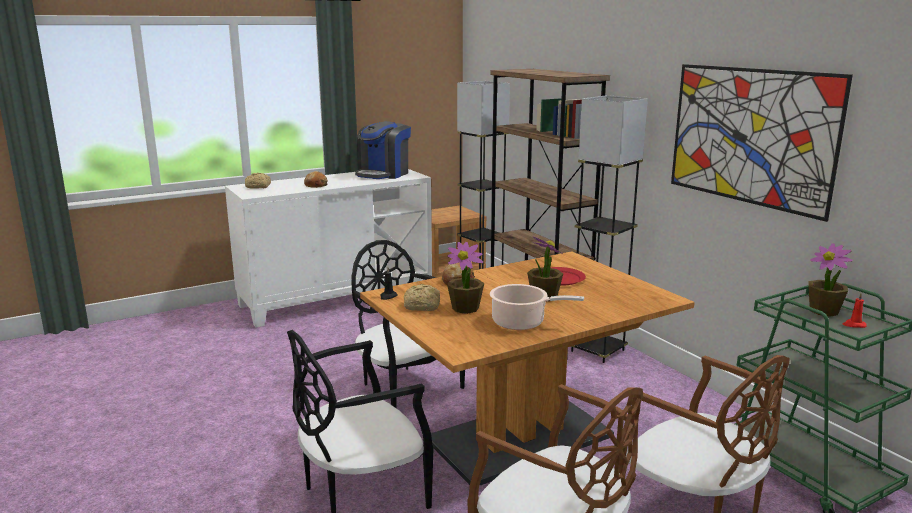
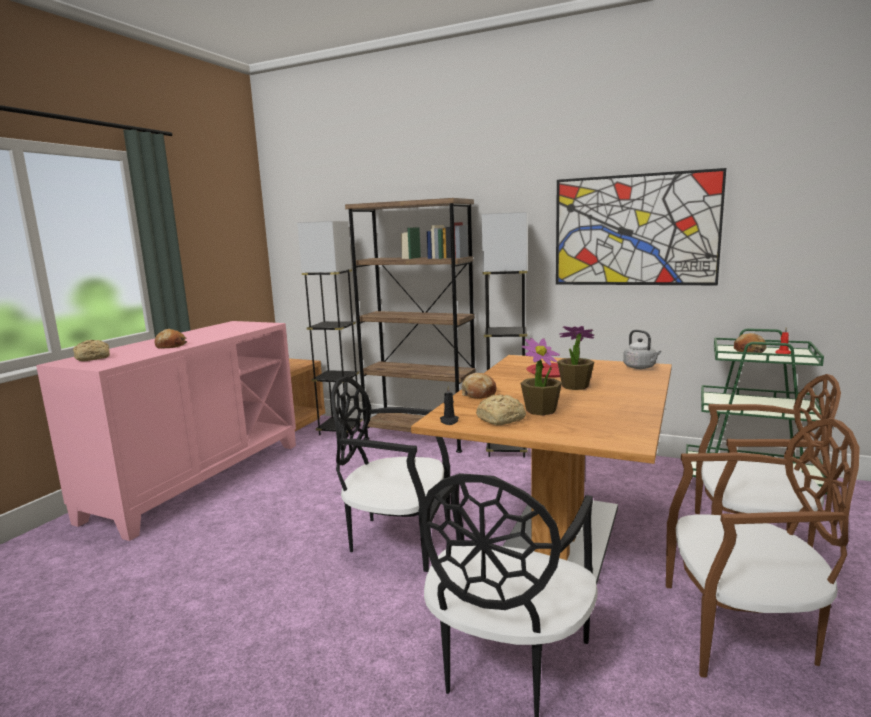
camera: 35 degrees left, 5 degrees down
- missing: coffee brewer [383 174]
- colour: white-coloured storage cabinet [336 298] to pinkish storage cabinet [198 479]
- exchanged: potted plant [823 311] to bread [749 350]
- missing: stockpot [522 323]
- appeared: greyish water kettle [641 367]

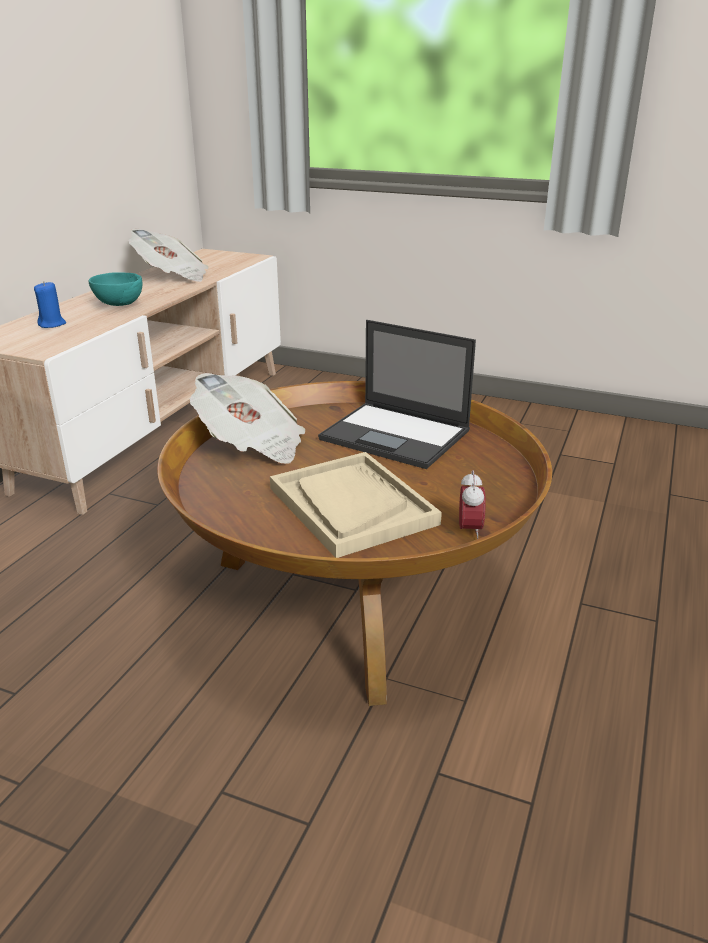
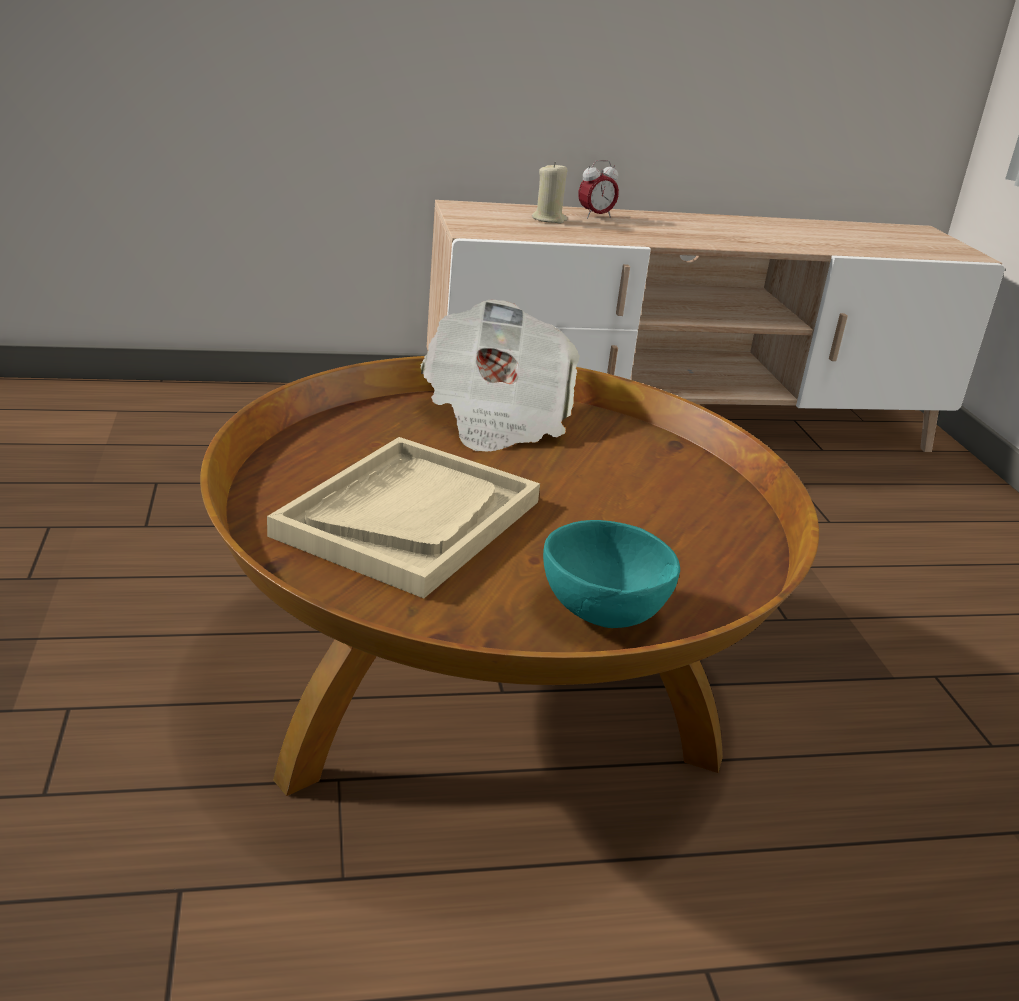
camera: 55 degrees right, 0 degrees up
- missing: printed paper [172 276]
- relocated: turquoise bowl [119 305] to [602 614]
- colour: bluish wax light [52 324] to beige-coloured wax light [549 219]
- missing: laptop [396 435]
- relocated: alarm clock [469 530] to [595 216]

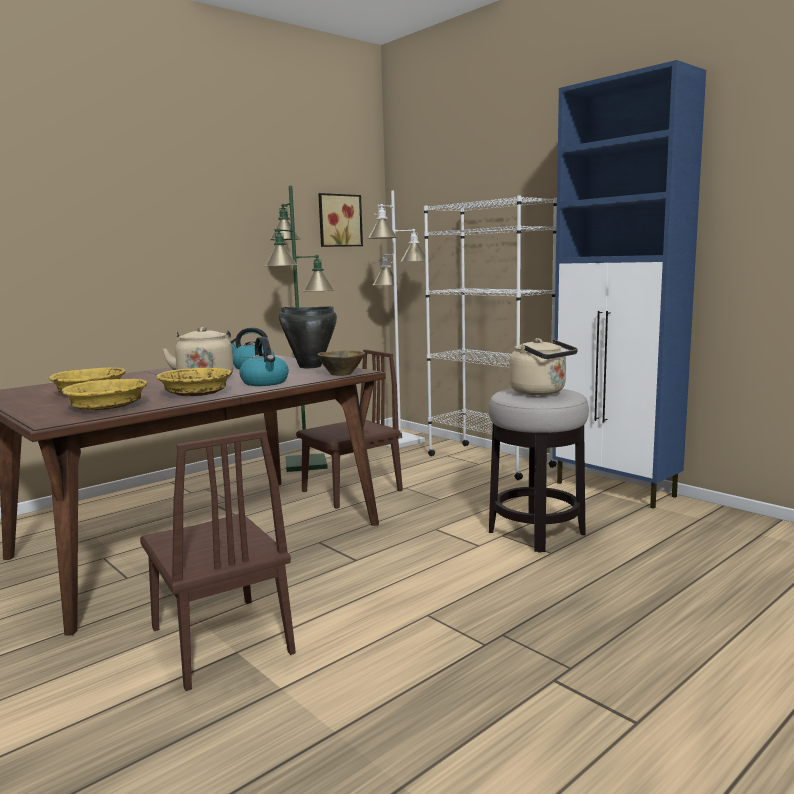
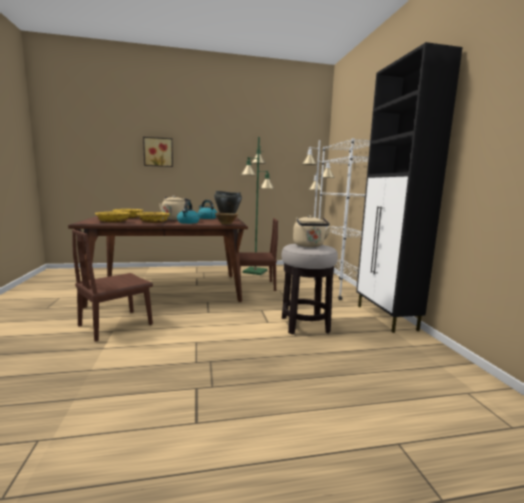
camera: 30 degrees right, 0 degrees up
- colour: bluish storage cabinet [616 490] to blackish storage cabinet [386 318]
- relocated: picture [338 220] to [158 152]
- spun: brownish chair [221 640] = [116 325] 45 degrees clockwise

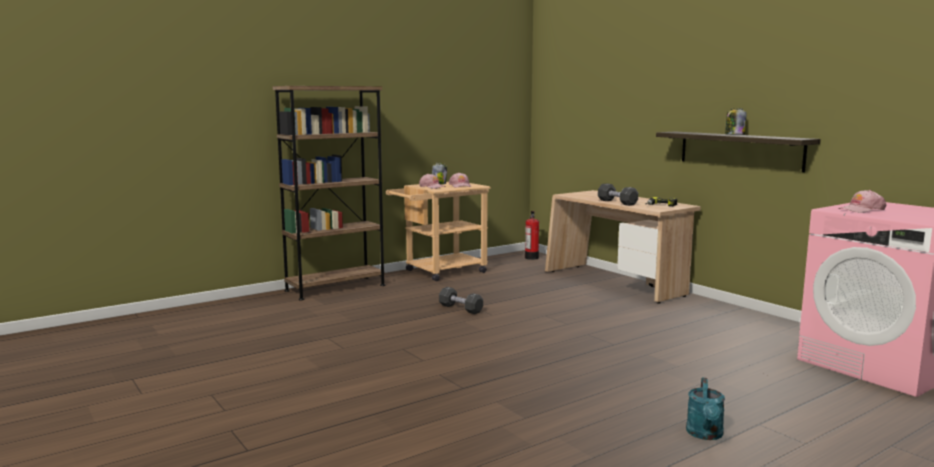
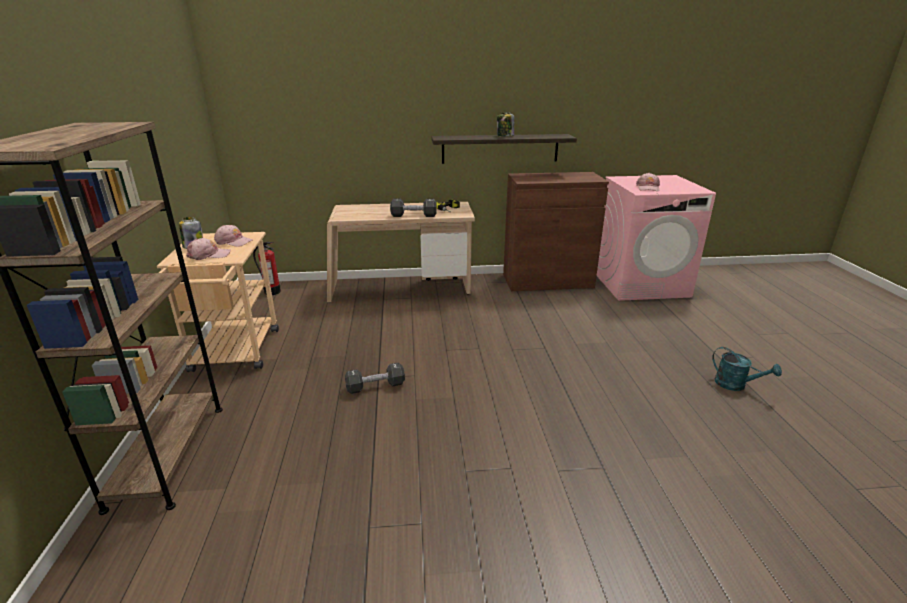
camera: 60 degrees left, 15 degrees up
- appeared: brownish storage cabinet [547 281]

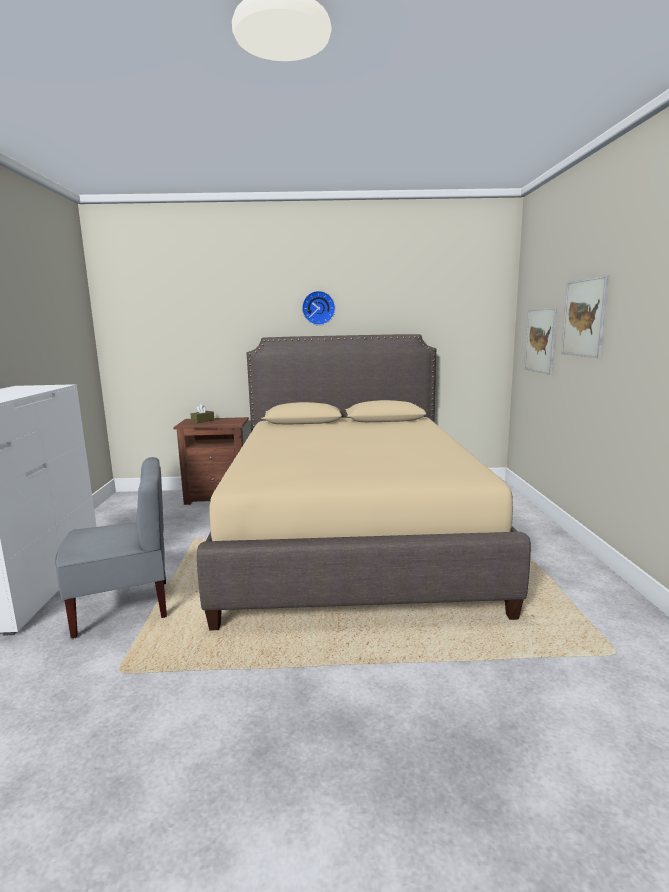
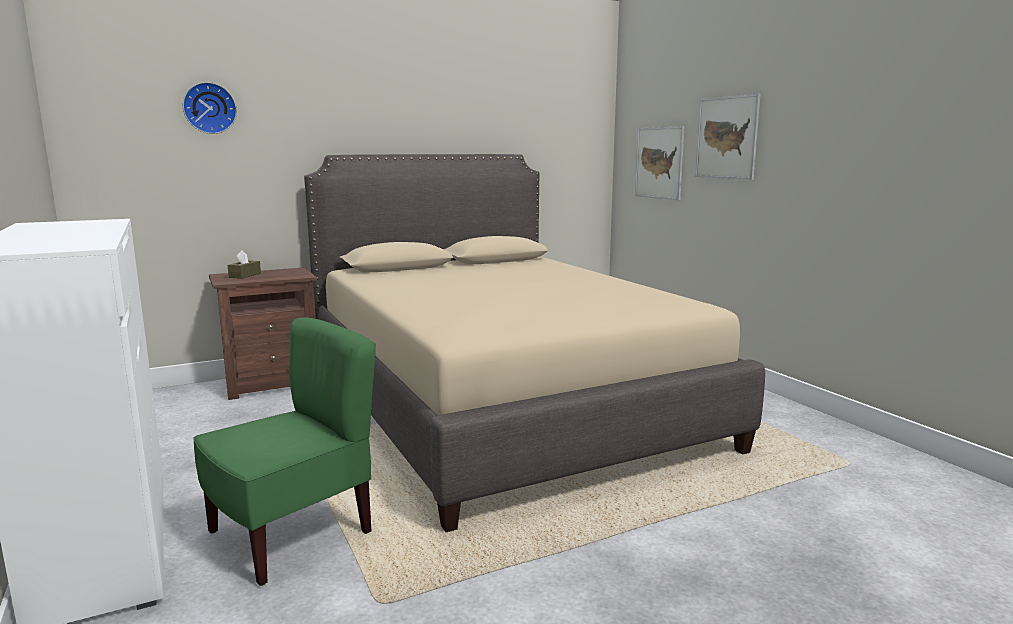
camera: 25 degrees left, 0 degrees up
- relocated: hanging clock [318 308] to [209 108]
- colour: greyish chair [124 607] to green-coloured chair [292 534]

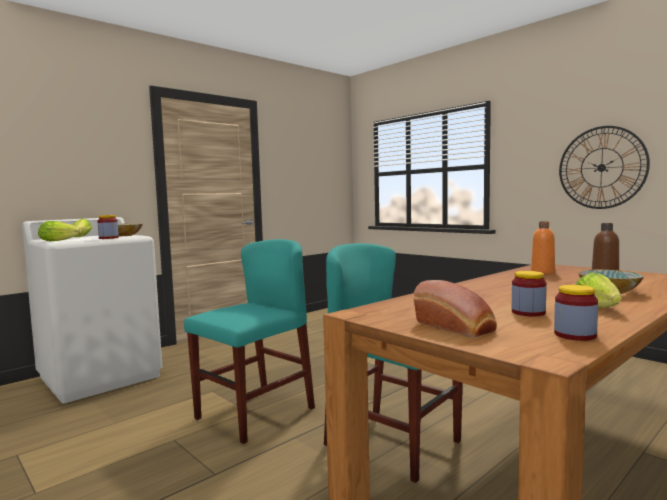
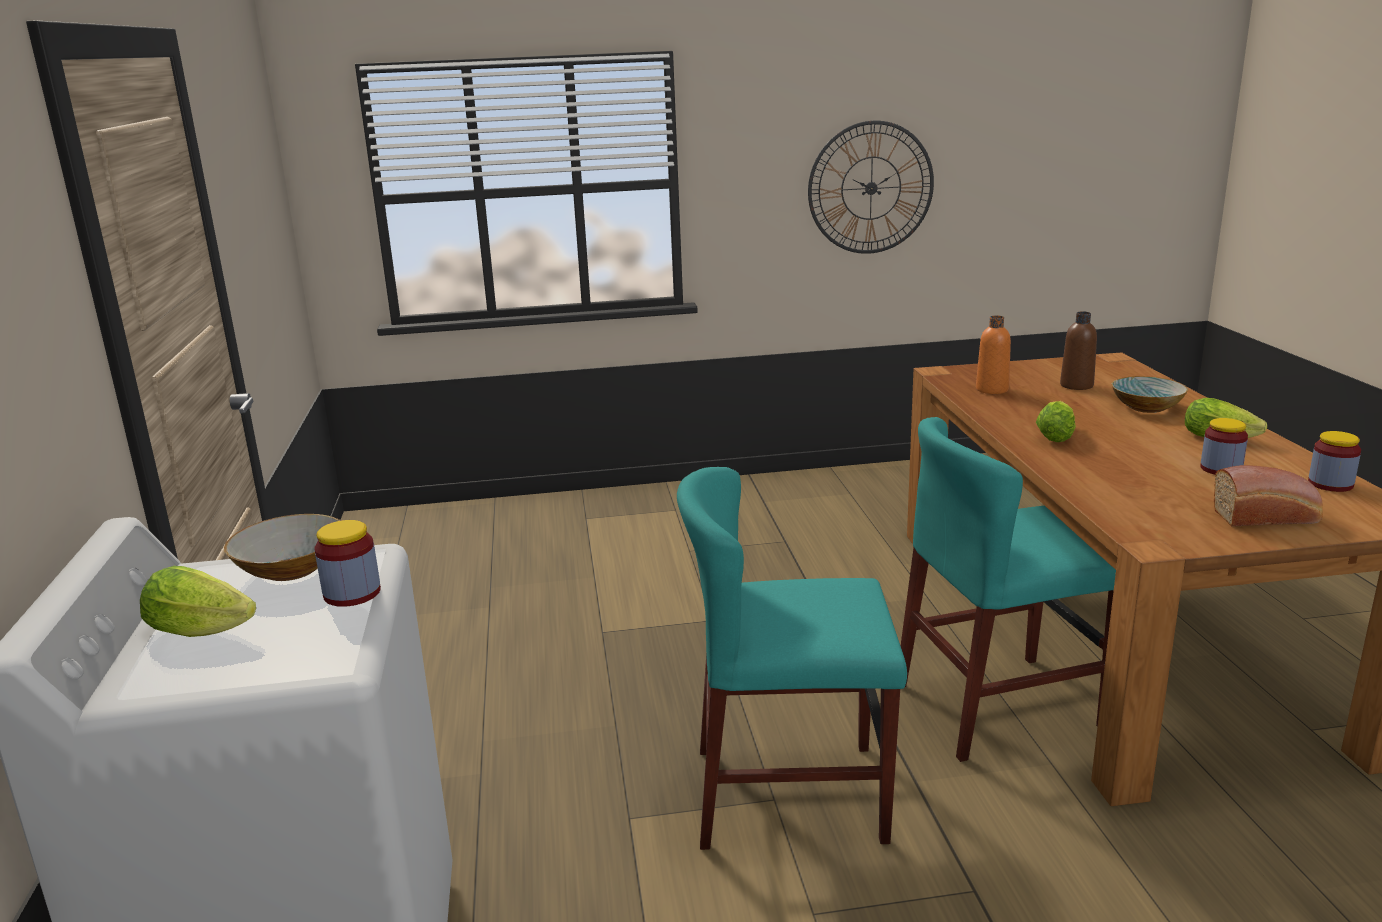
camera: 55 degrees left, 15 degrees up
- relocated: lettuce head [61 240] to [1057 435]
- spun: turquoise chair [255 413] = [789 794] 75 degrees counterclockwise

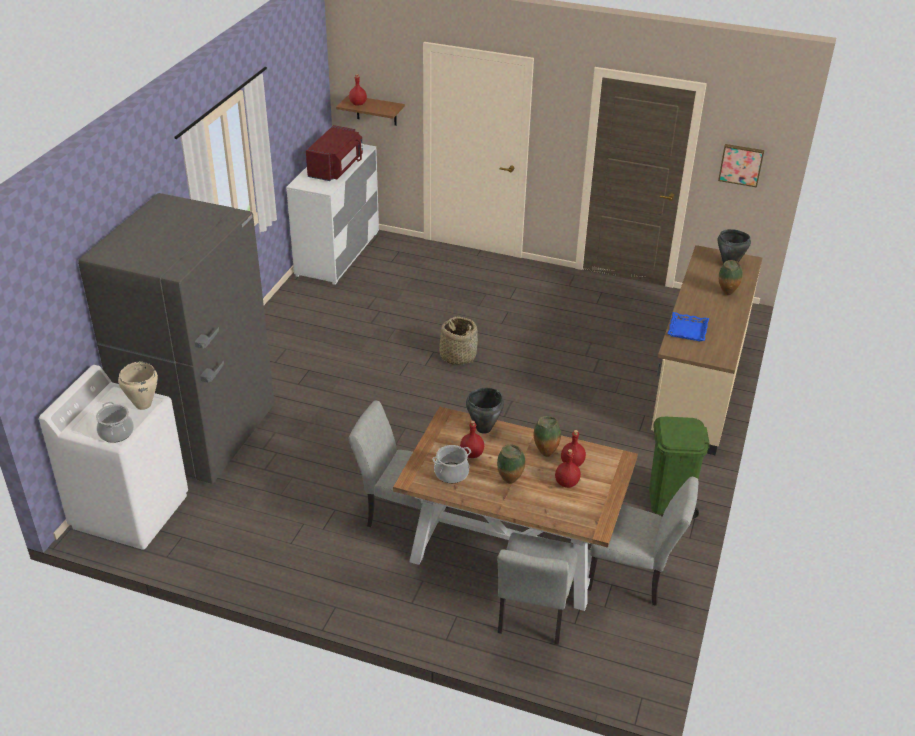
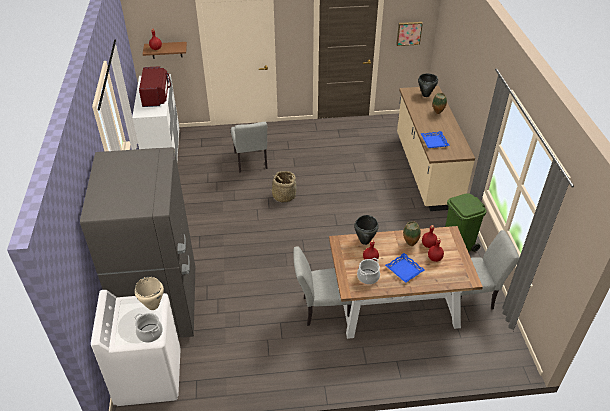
camera: 25 degrees left, 5 degrees up
- exchanged: vase [510 482] to bluish carrying tray [404 270]
- relocated: greyish chair [532 617] to [251 162]

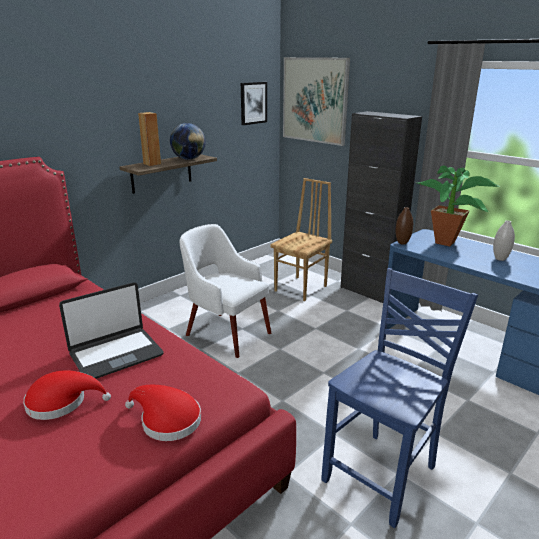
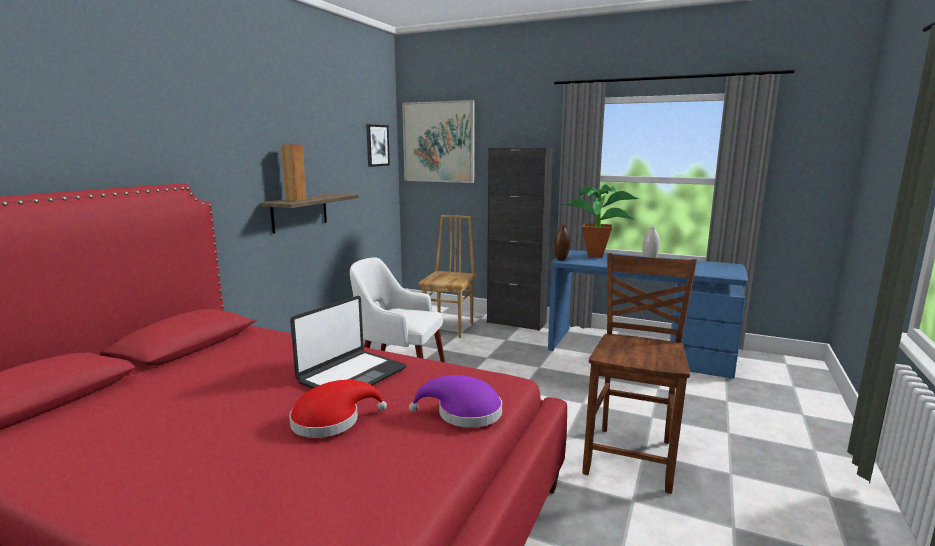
camera: 20 degrees left, 10 degrees down
- missing: globe [188 159]
- colour: bluish chair [383 474] to brownish chair [632 456]
- colour: reddish hat [167 420] to purple-coloured hat [464 413]

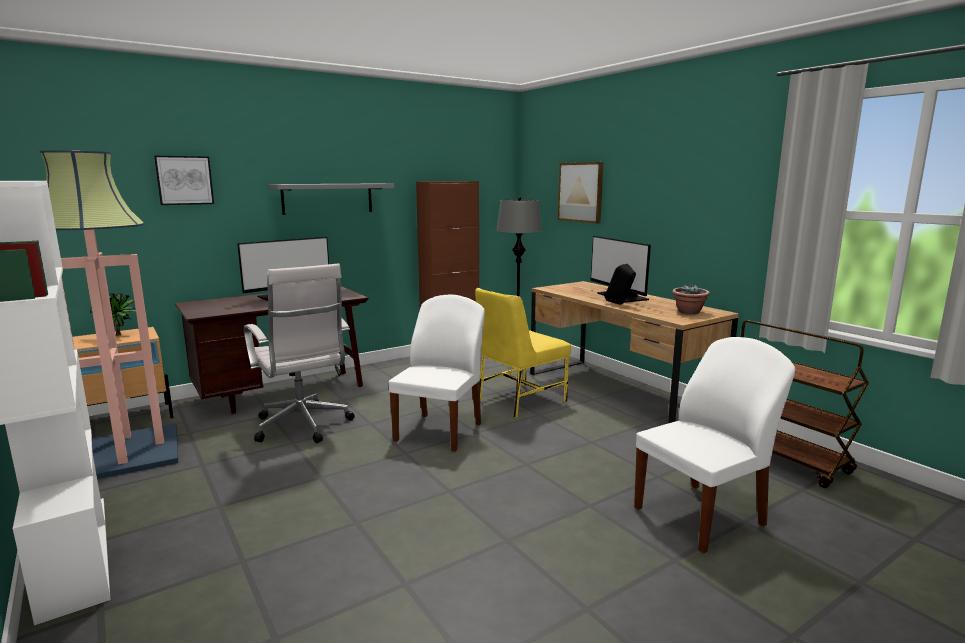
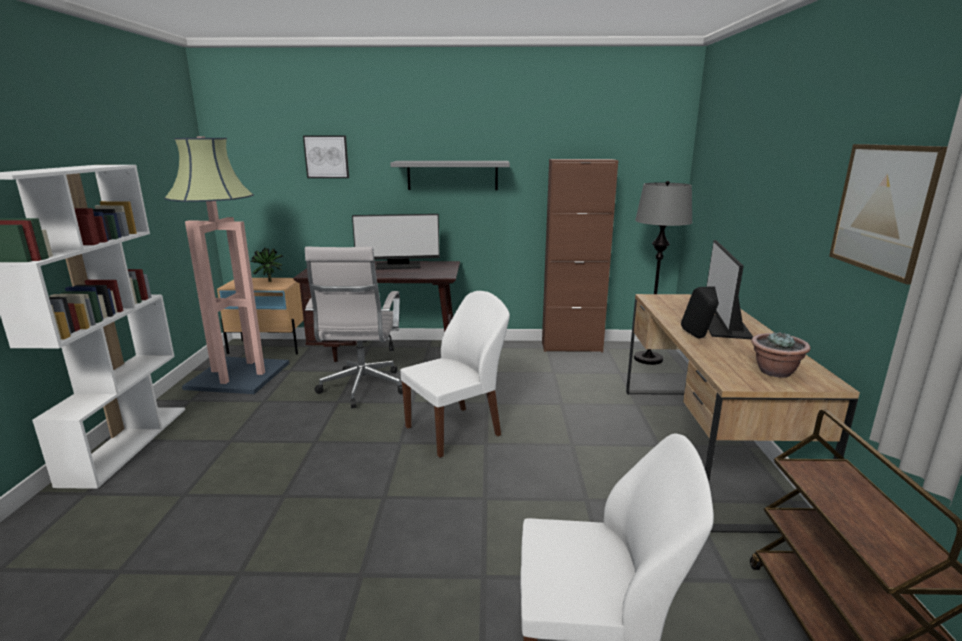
camera: 35 degrees right, 5 degrees up
- relocated: picture [581 192] to [887 209]
- missing: yellow-coloured chair [519 401]

